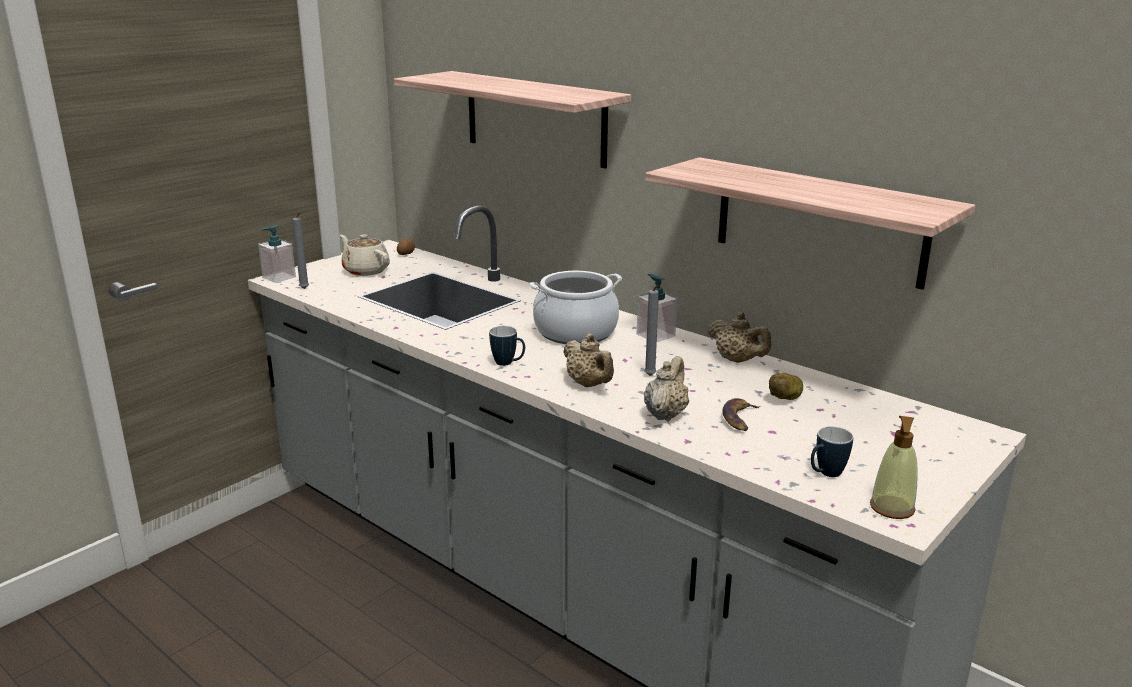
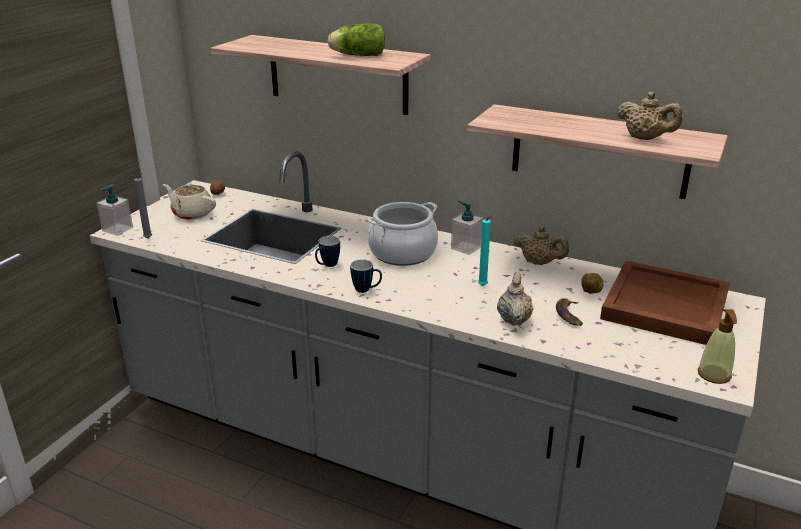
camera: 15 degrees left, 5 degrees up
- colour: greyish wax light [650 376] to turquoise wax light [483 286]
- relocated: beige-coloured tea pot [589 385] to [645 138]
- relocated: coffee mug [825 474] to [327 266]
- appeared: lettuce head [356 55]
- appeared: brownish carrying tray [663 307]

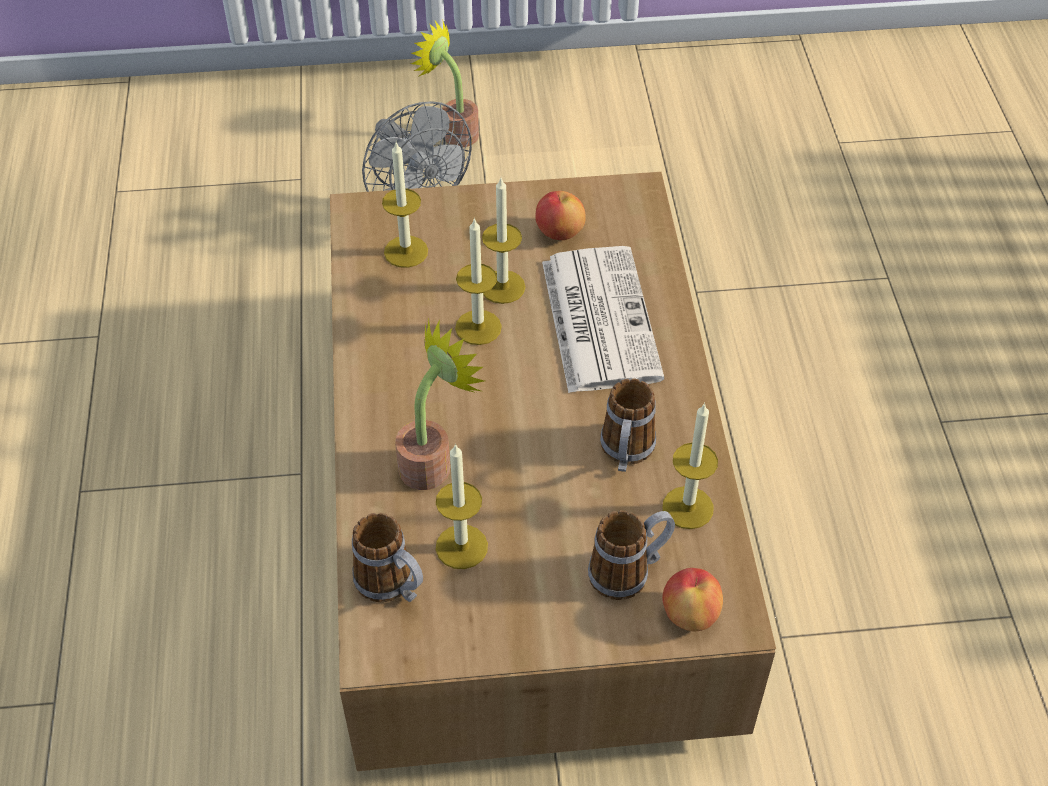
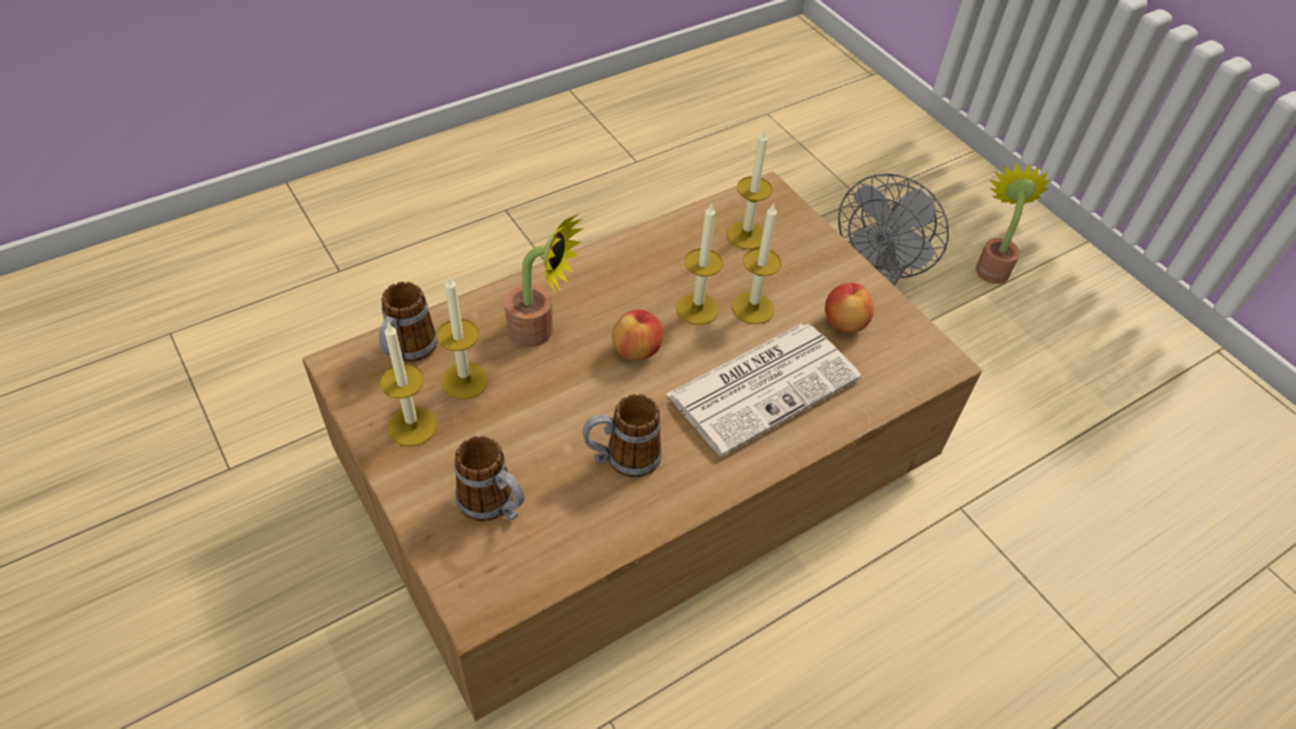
camera: 60 degrees right, 0 degrees up
- relocated: wax light [687 507] to [412 426]
- relocated: apple [690 614] to [637 350]

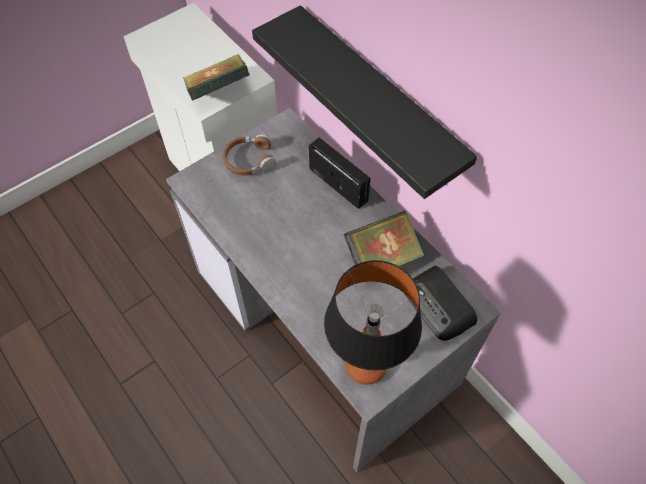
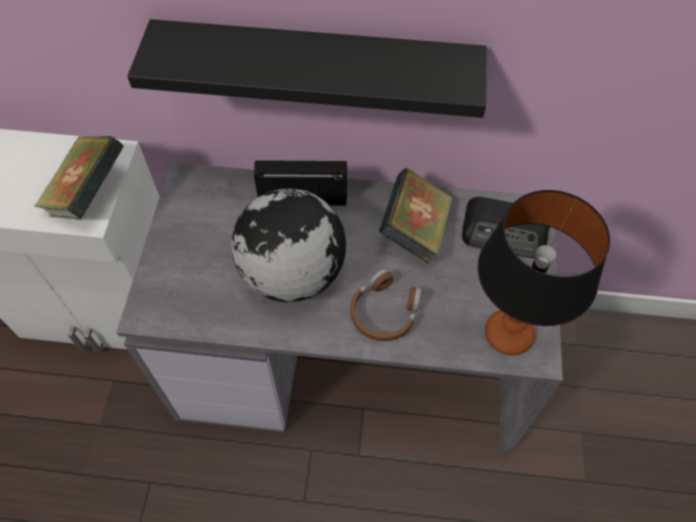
camera: 45 degrees left, 0 degrees up
- relocated: brownish pair of headphones [249 160] to [384 312]
- appeared: globe [291 273]

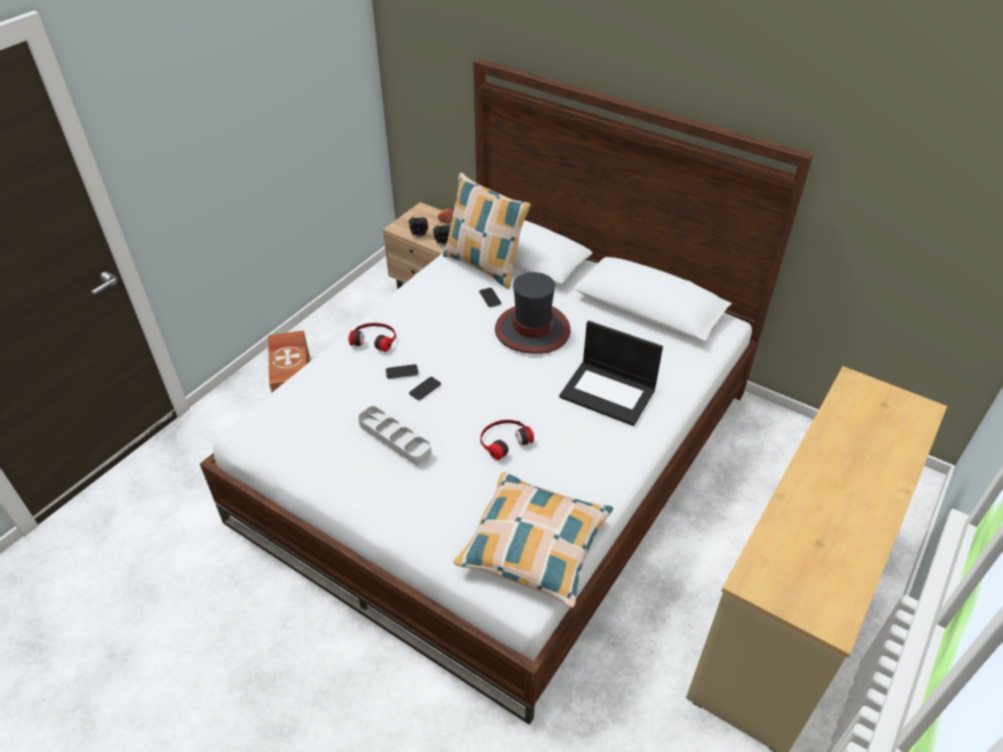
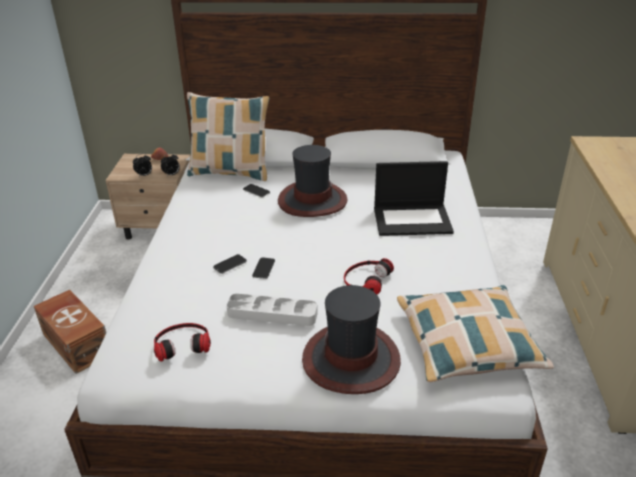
camera: 30 degrees left, 10 degrees down
- relocated: pair of headphones [374 338] to [182 343]
- appeared: hat [351 359]

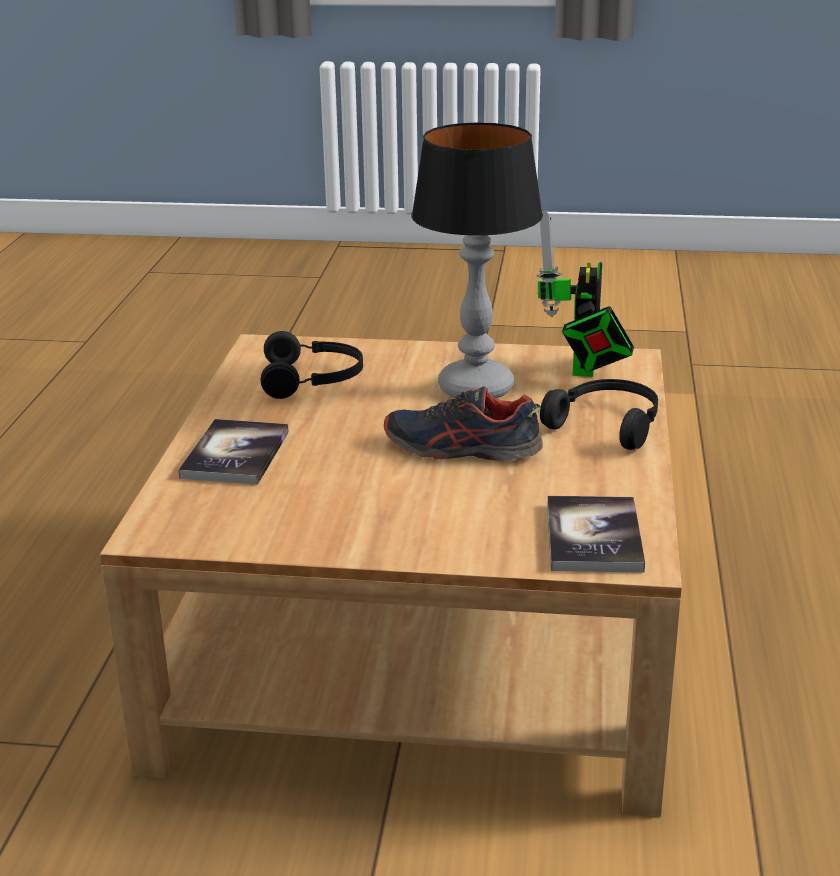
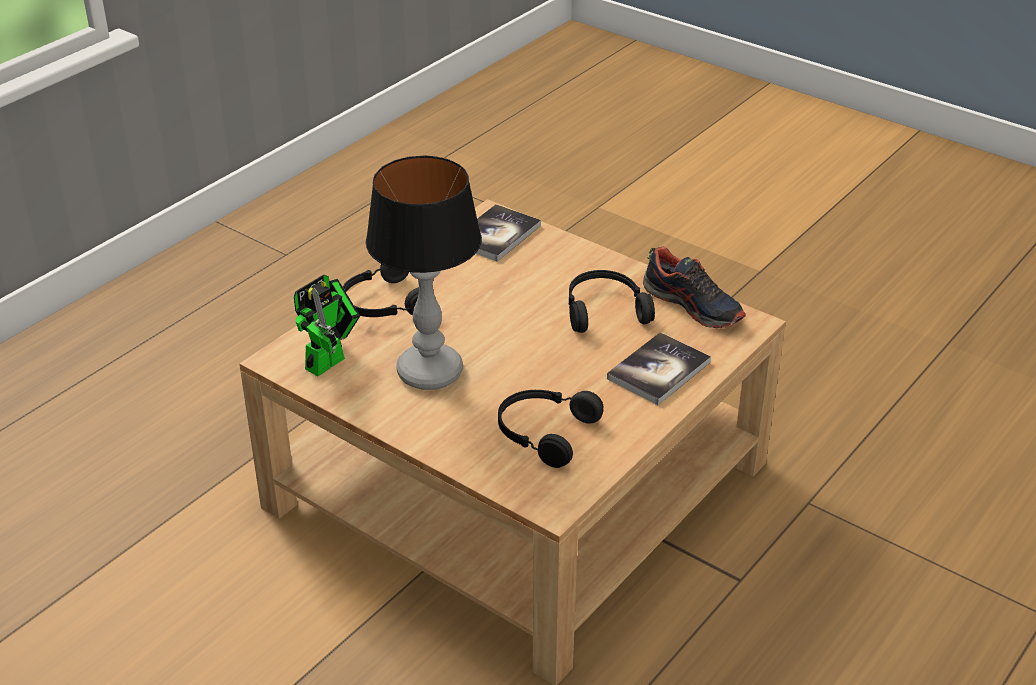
camera: 150 degrees left, 10 degrees up
- relocated: low shoe [462 449] to [693 305]
- appeared: blackish pair of headphones [604 310]

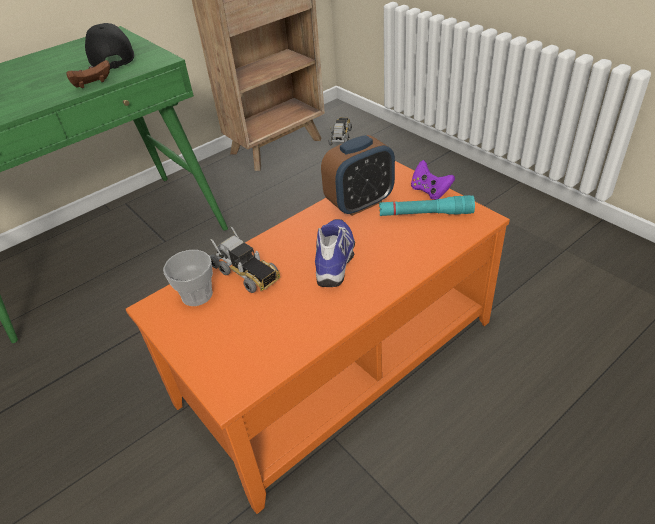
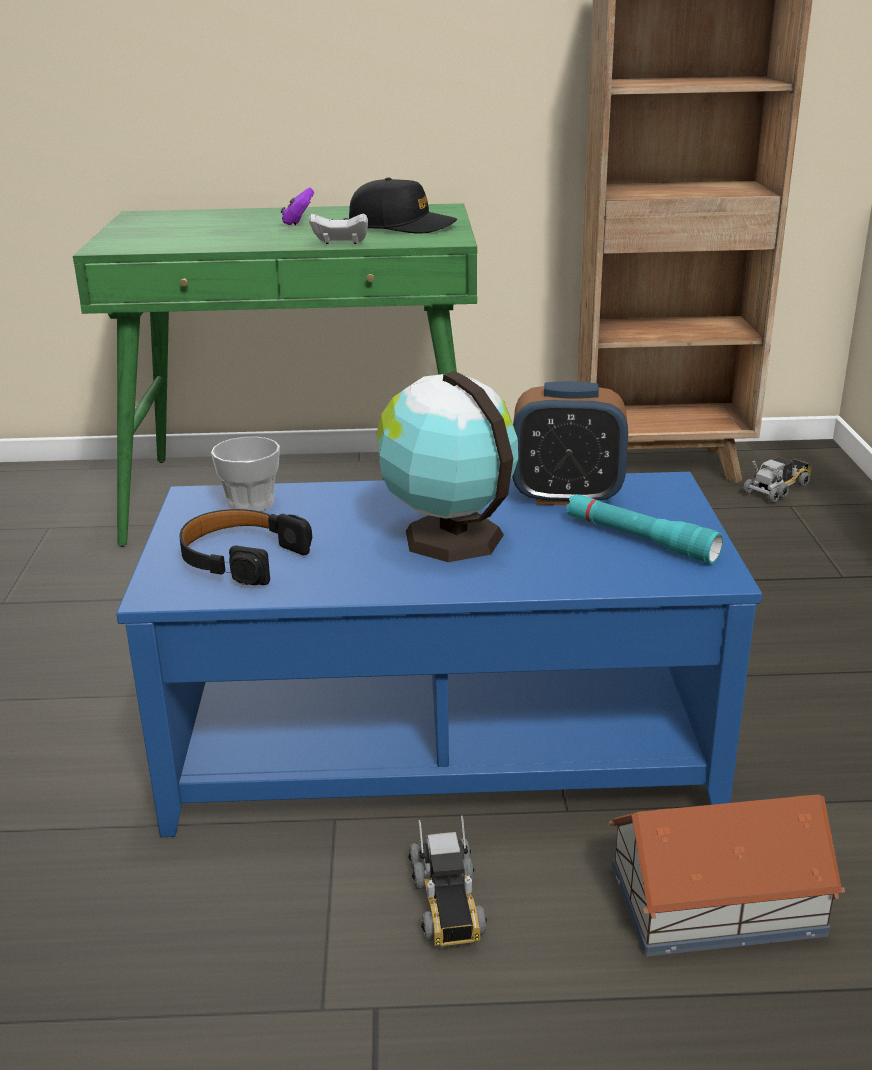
camera: 35 degrees right, 15 degrees down
- spun: blackish cap [111 57] = [402 226] 90 degrees clockwise
- colour: brownish game controller [93 85] to white-coloured game controller [340 244]
- relocated: purple-coloured game controller [430 191] to [298 222]
- colour: orangey lounge table [336 360] to bluish lounge table [440 741]
- exchanged: low shoe [336 260] to globe [448 536]
- relocated: toy truck [246 272] to [447 902]
- appeared: blackish pair of headphones [241 558]
- appeared: miniature house [719 901]

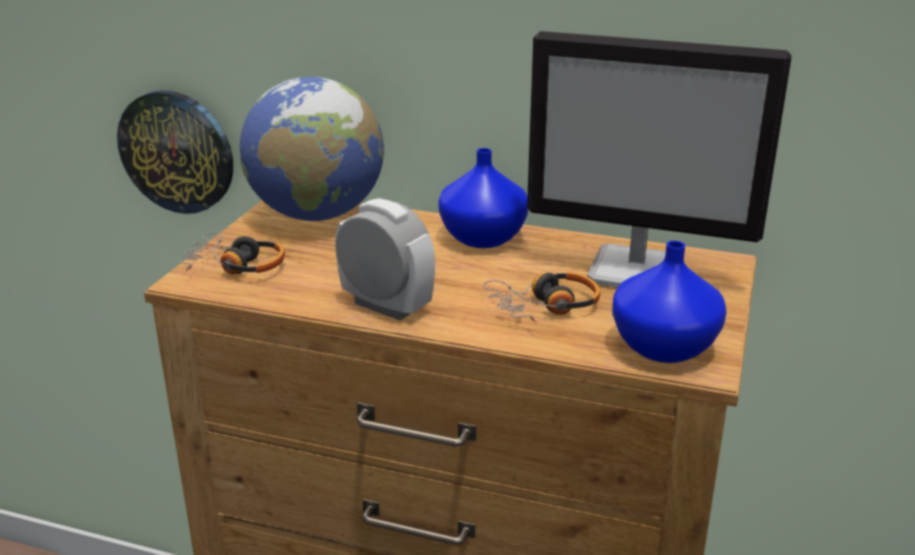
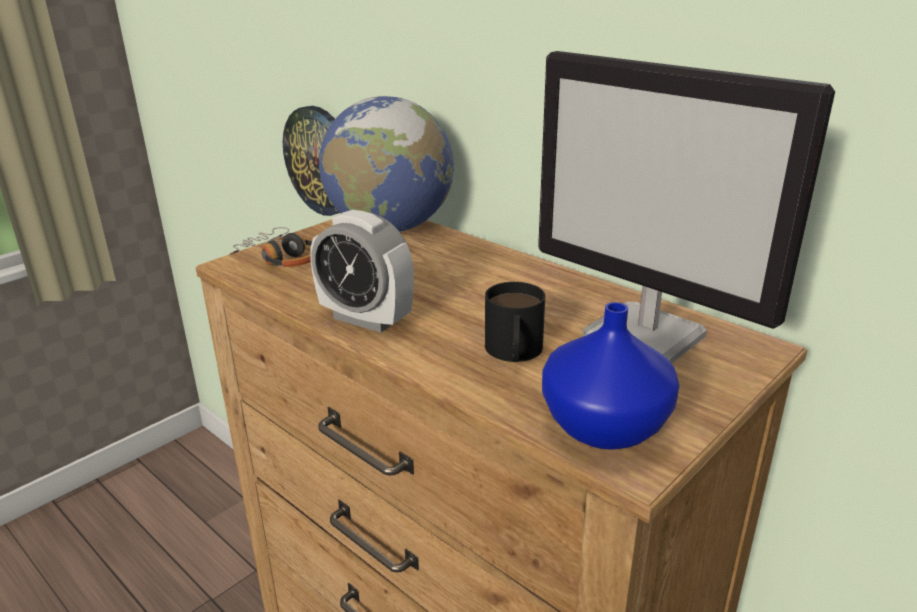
camera: 25 degrees right, 0 degrees up
- missing: bluish vase [481 237]
- spun: alarm clock [386 306] = [365 319] 150 degrees clockwise
- exchanged: pair of headphones [544 307] to blackish coffee mug [513 353]

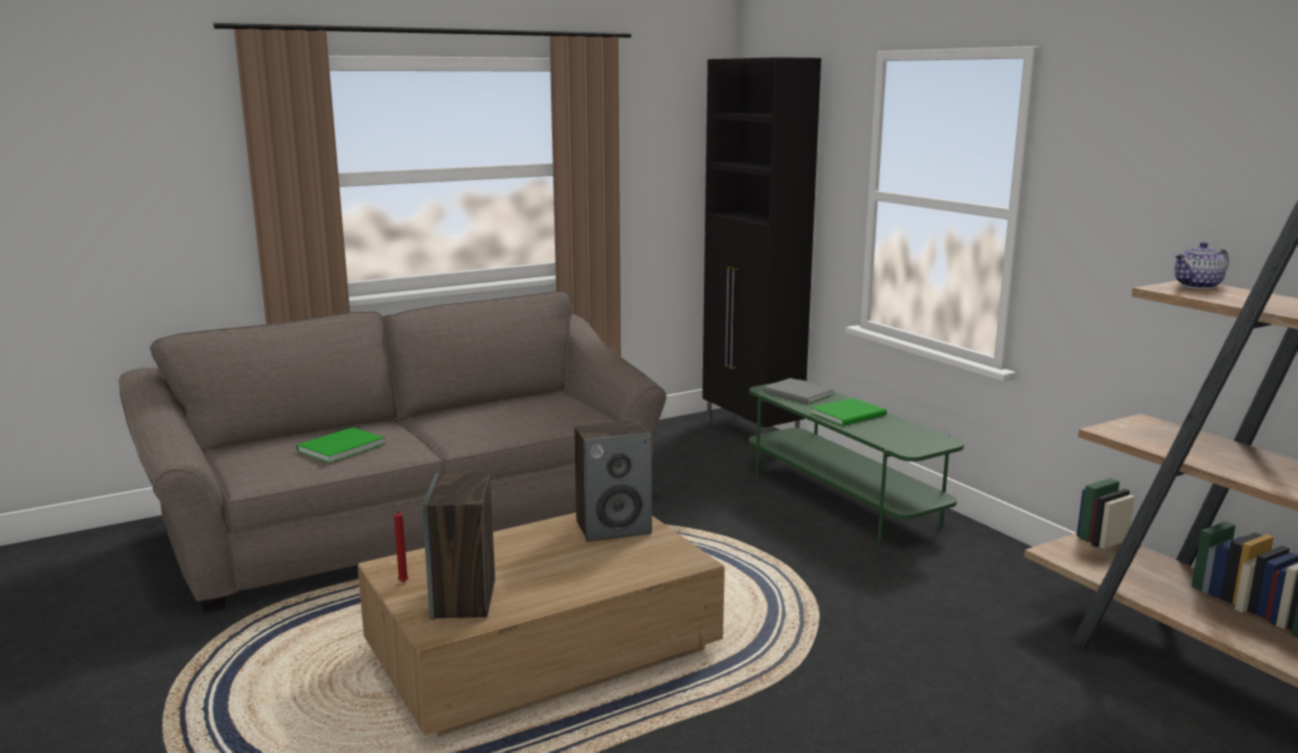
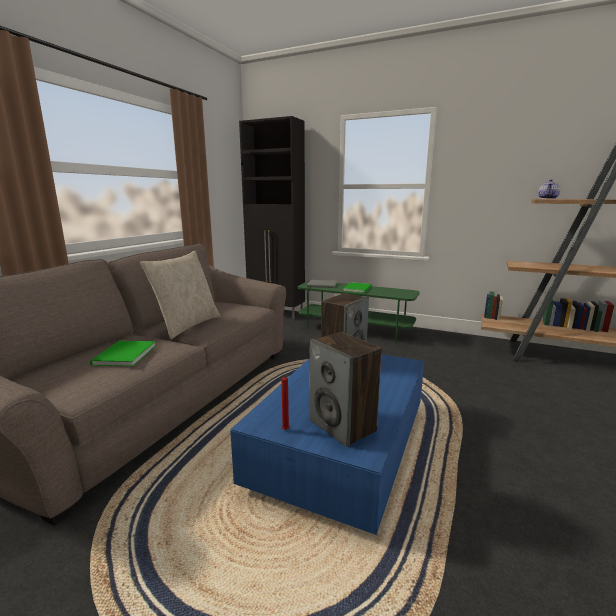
camera: 35 degrees left, 0 degrees up
- colour: brownish lounge table [544 652] to bluish lounge table [342 445]
- appeared: beige-coloured cushion [187 325]

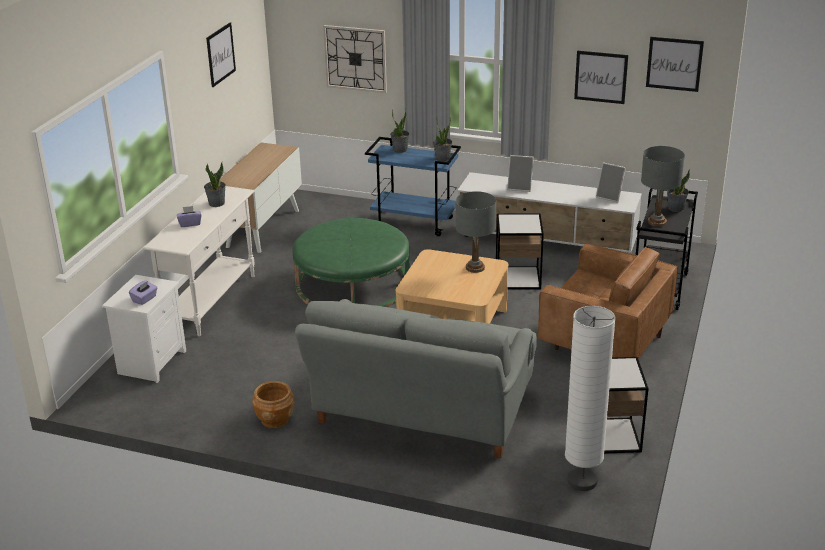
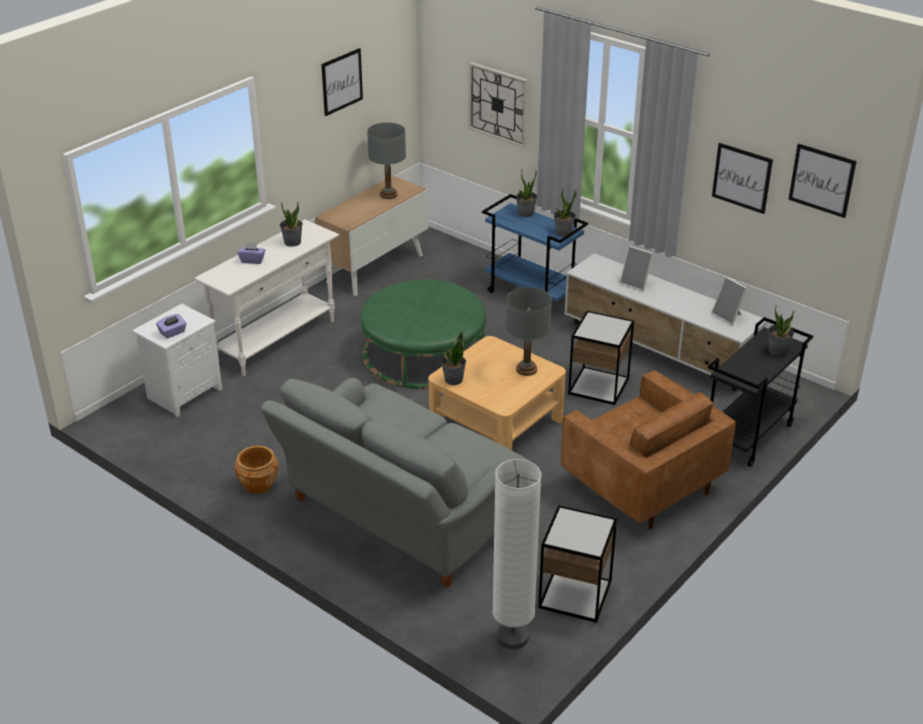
camera: 20 degrees right, 5 degrees up
- relocated: greyish lamp for a table [656 222] to [388 195]
- appeared: potted plant [453 380]

